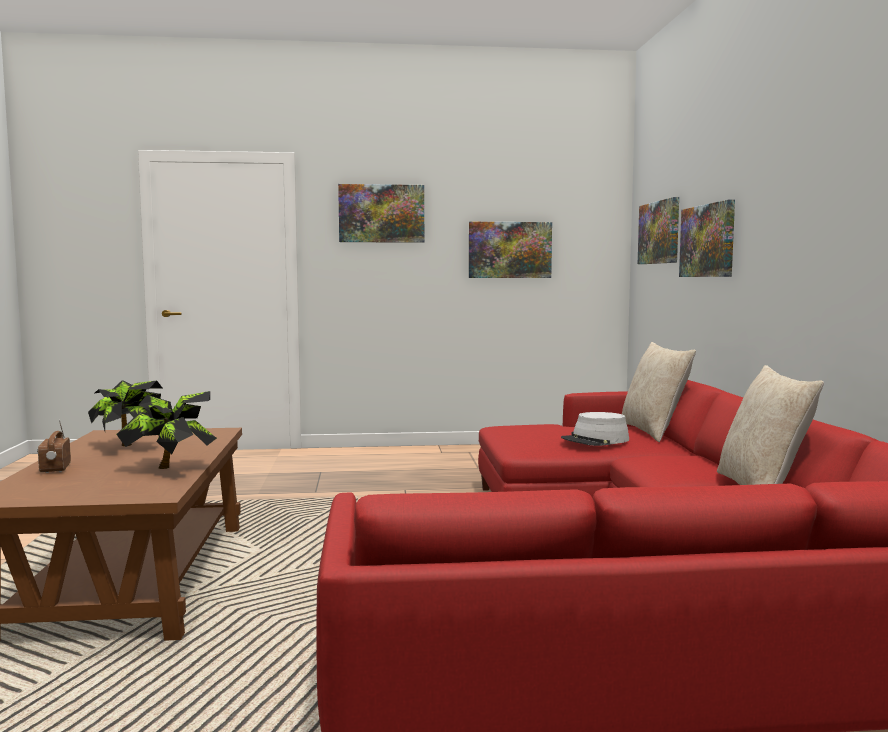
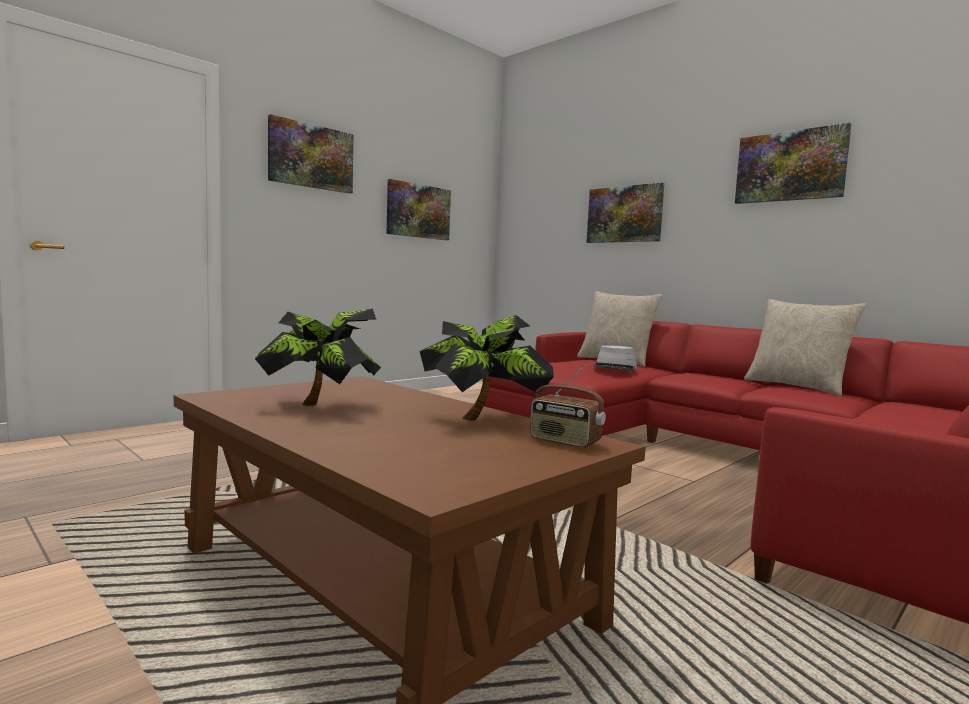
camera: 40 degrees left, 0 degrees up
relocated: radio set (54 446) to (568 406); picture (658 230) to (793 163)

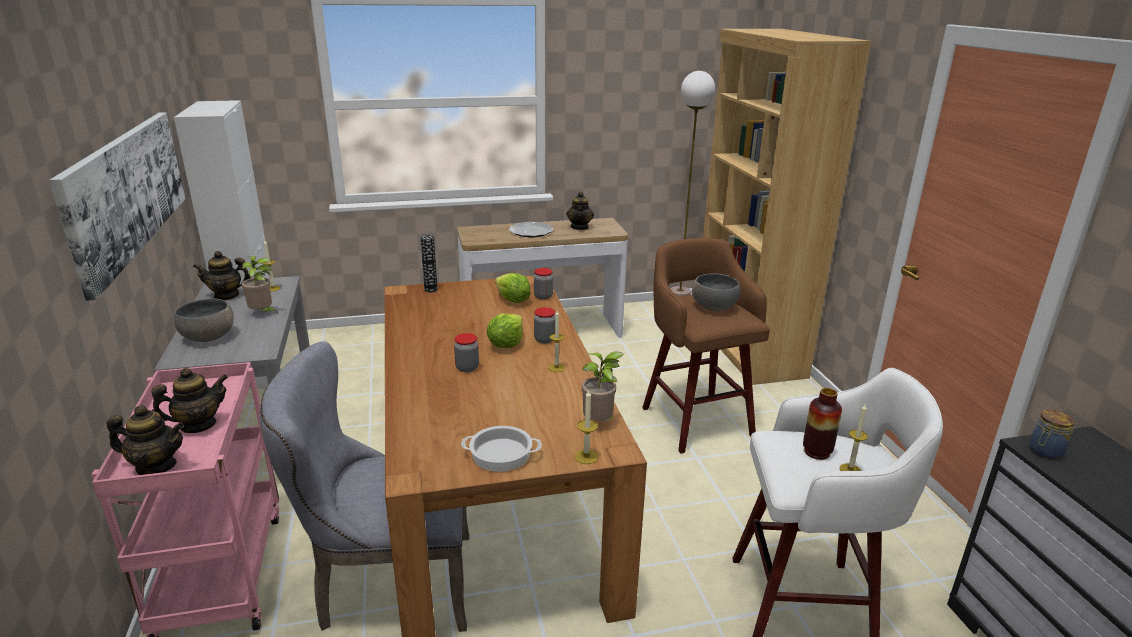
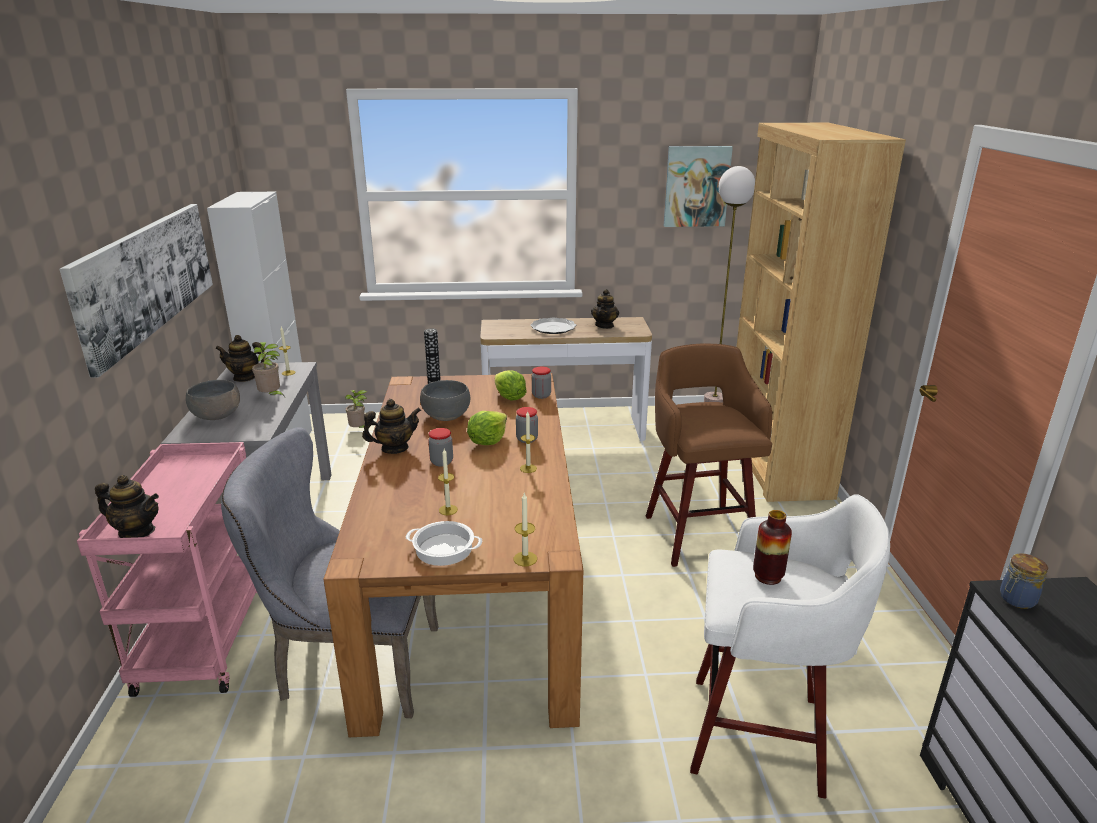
camera: 10 degrees right, 0 degrees up
appeared: picture (698 186)
relocated: teapot (190 400) to (391 426); potted plant (603 386) to (356 409); greyish serving bowl (716 292) to (445 400); candle (854 437) to (448 482)

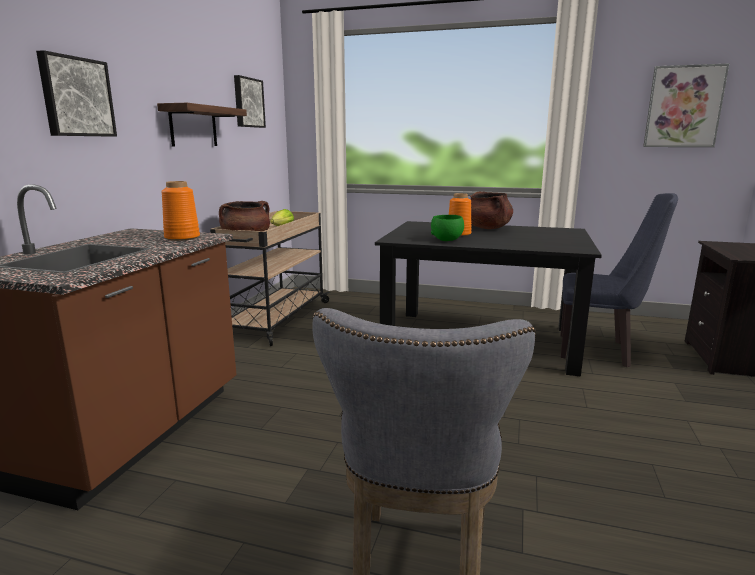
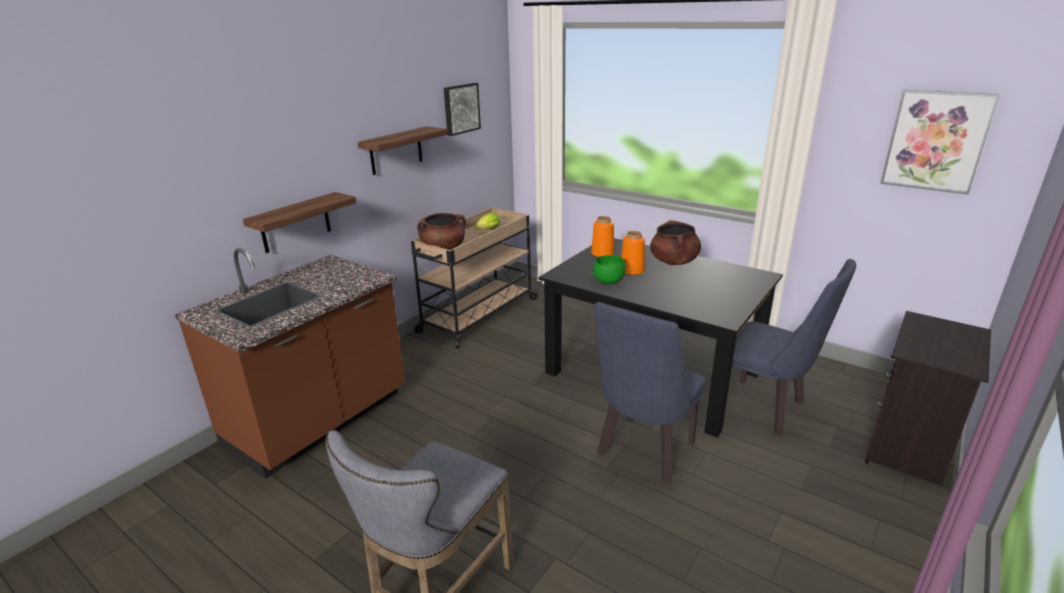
camera: 20 degrees right, 10 degrees up
missing: picture (76 93)
appeared: bracket shelf (300 222); blue-coloured chair (650 392)
relocated: orange-coloured vase (181 211) to (602 236)

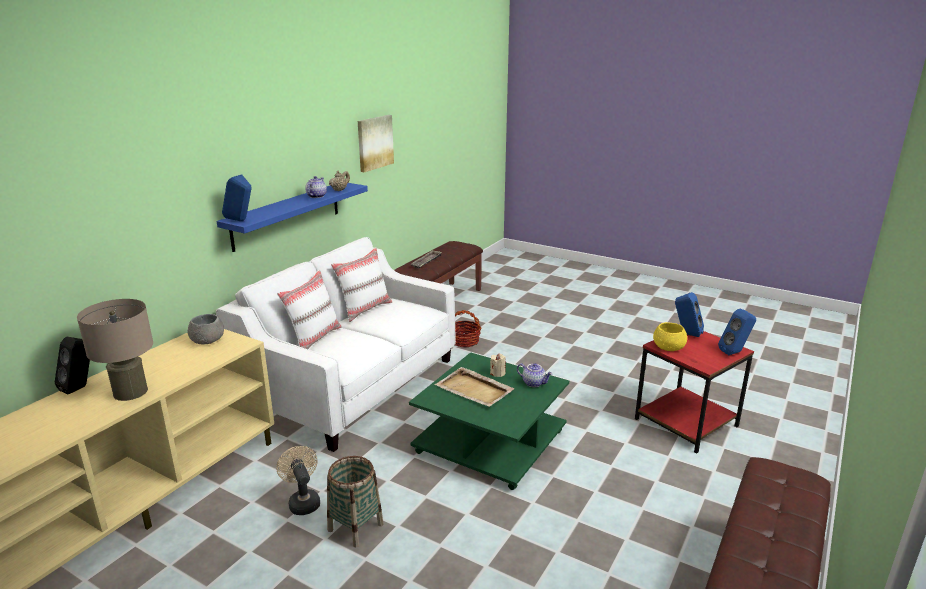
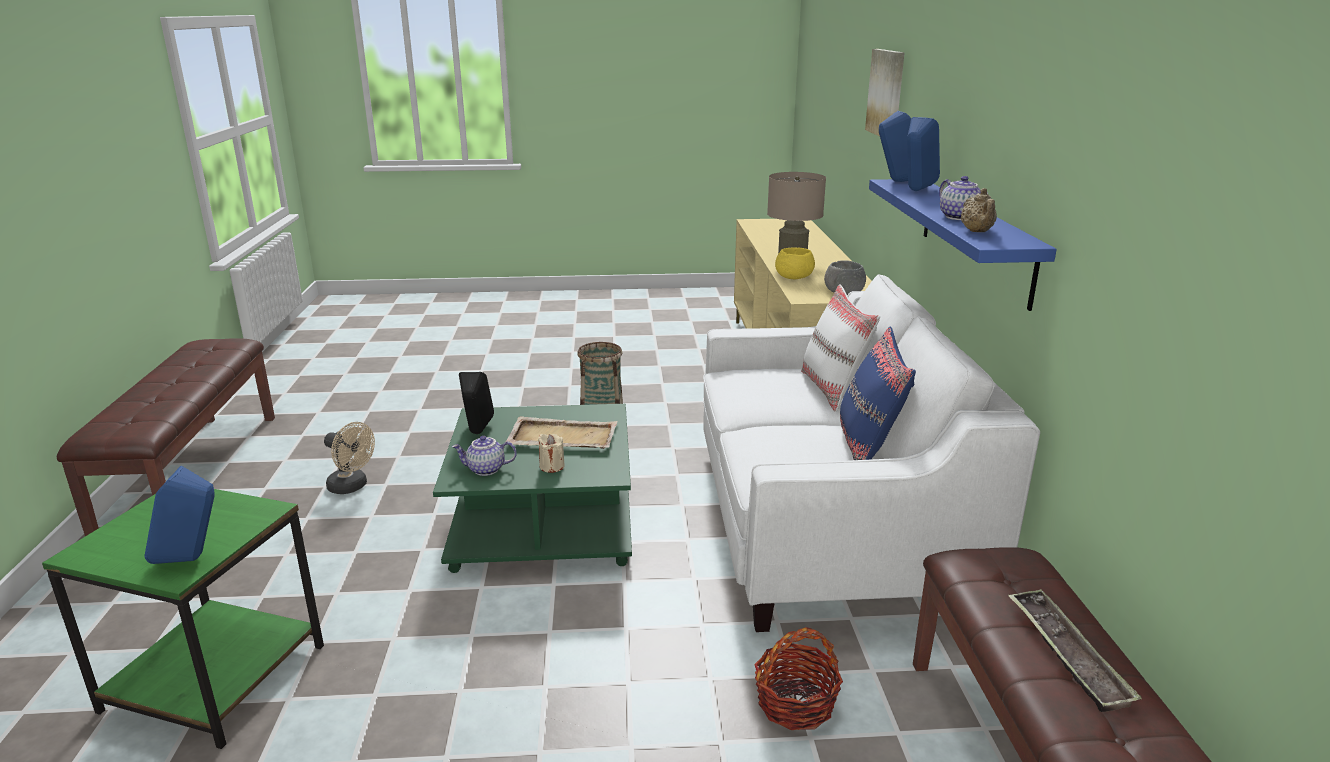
camera: 145 degrees right, 0 degrees up
relocated: blackish speaker (72 366) to (476 403); beige cooling fan (298 480) to (349 458); picture (376 143) to (884 93); yellowish serving bowl (670 336) to (795 263); blue-coloured speaker (737 332) to (923 154)
colour: white-coloured throw pillow (361 284) to blue-coloured throw pillow (878 393); red-coloured side table (694 392) to green-coloured side table (183 619)

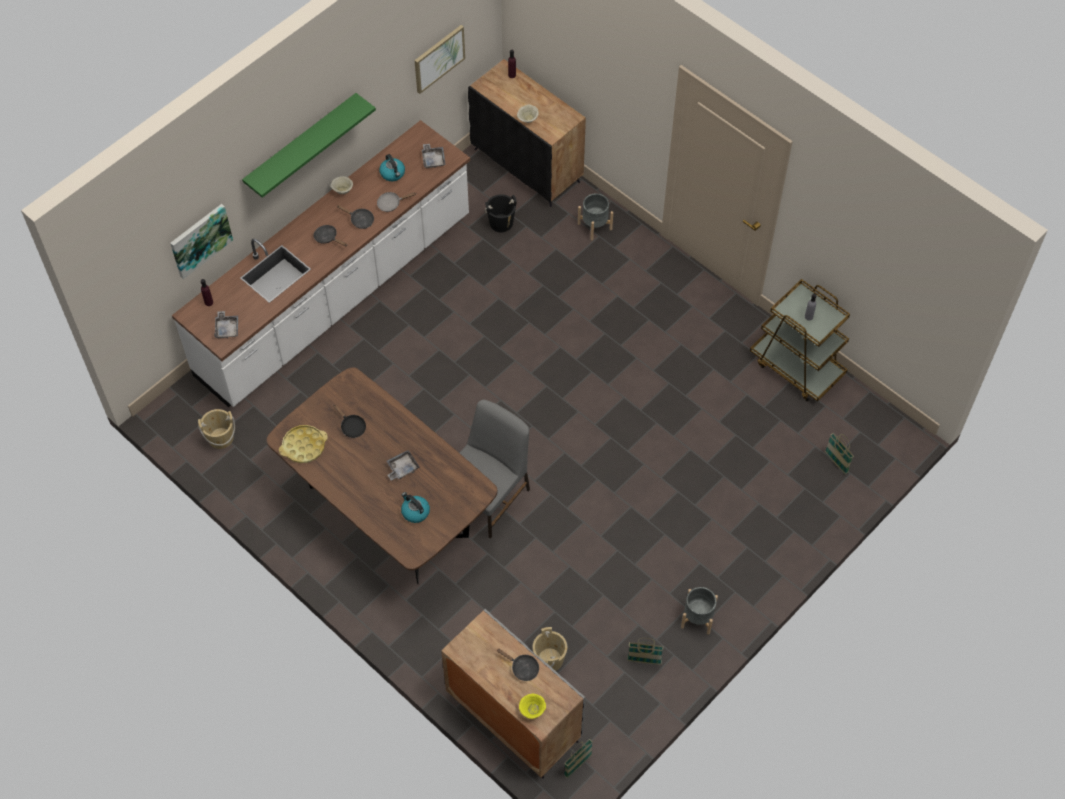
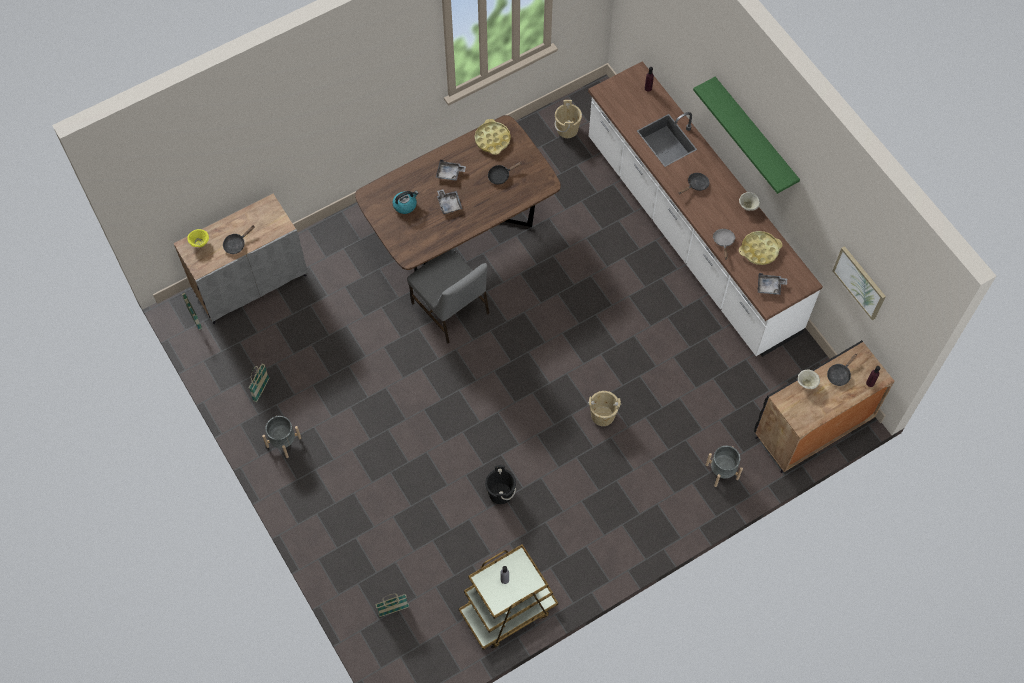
camera: 105 degrees right, 5 degrees up
missing: picture (201 241)
relocated: greyish carrying tray (226 324) to (450 170); blackish pan (355 217) to (842 369); blackish bucket (501 213) to (500 484); beige bucket (550 649) to (604 408)
exchanged: tea kettle (392 167) to yellowish carrying tray (760 248)

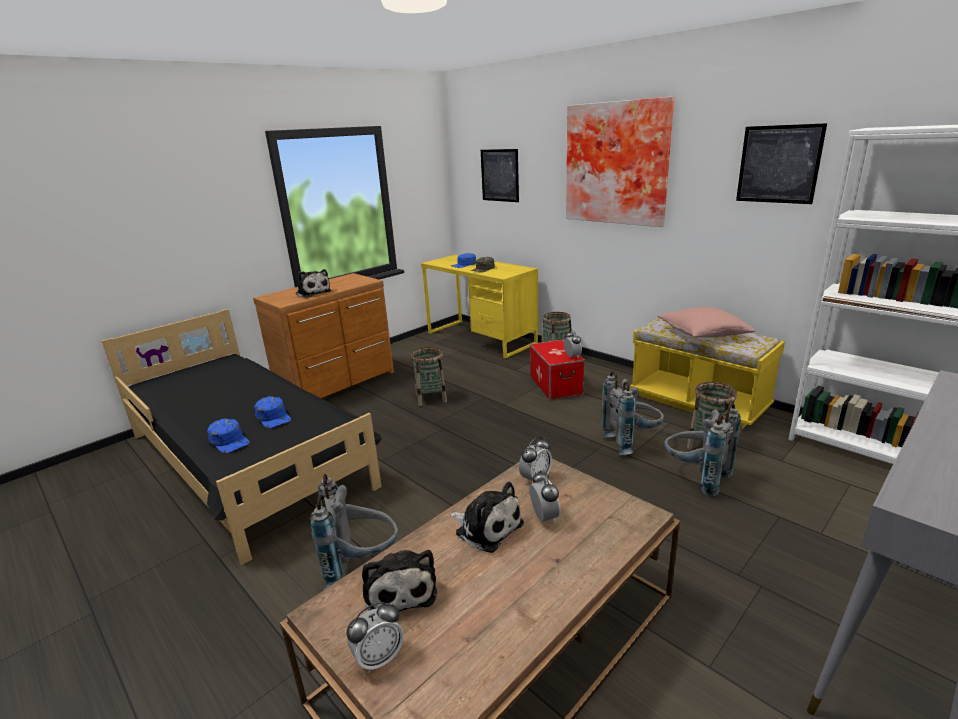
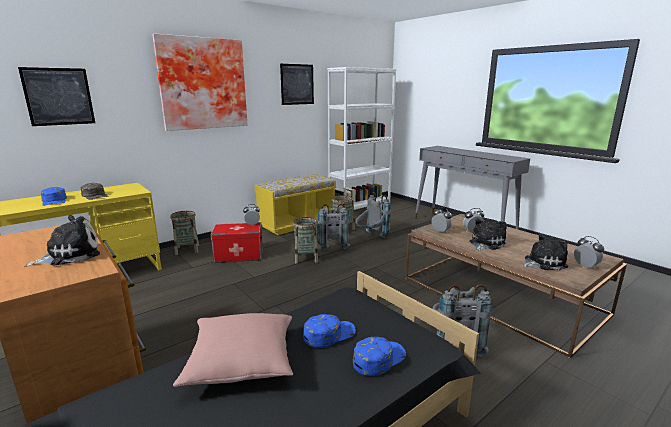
camera: 85 degrees left, 5 degrees down
relocated: household basket (429 376) to (305 240); pink throw pillow (706 322) to (233 350)

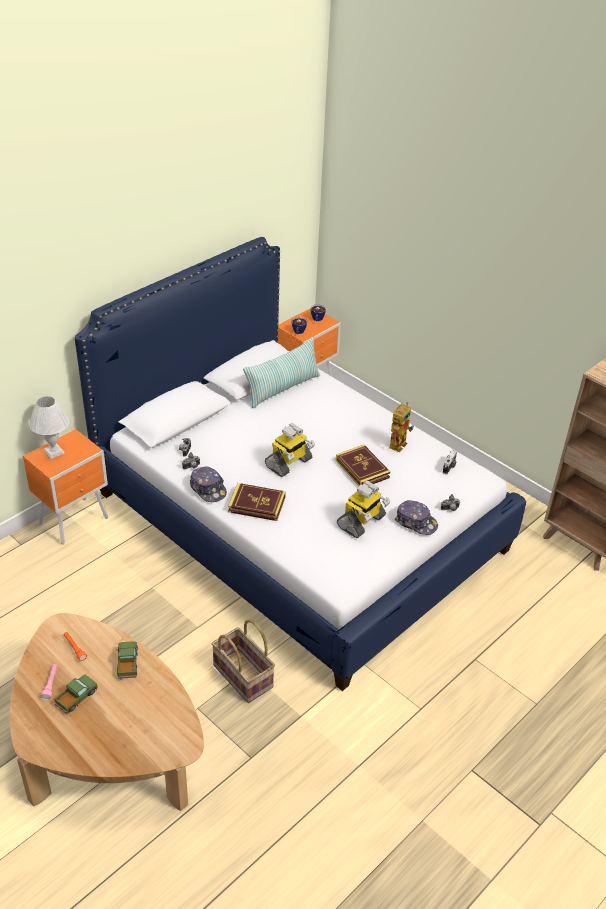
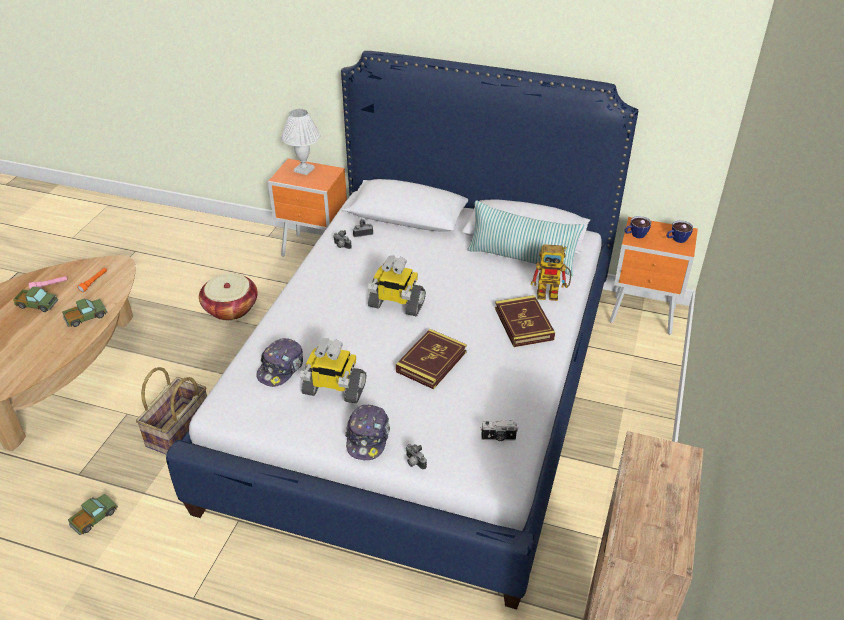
camera: 65 degrees right, 0 degrees up
appeared: model truck (93 514); household basket (228 296)
relocated: baseball cap (208 484) to (279 362); bound book (257 502) to (525 321); robot figure (402 427) to (551 272)

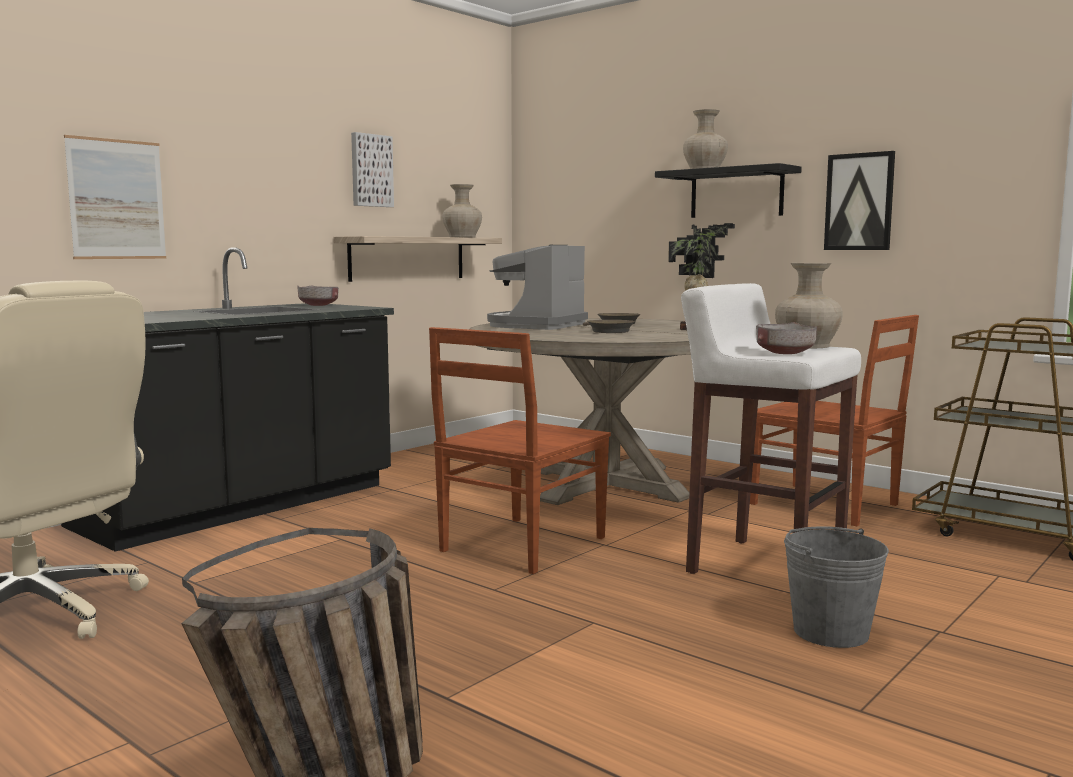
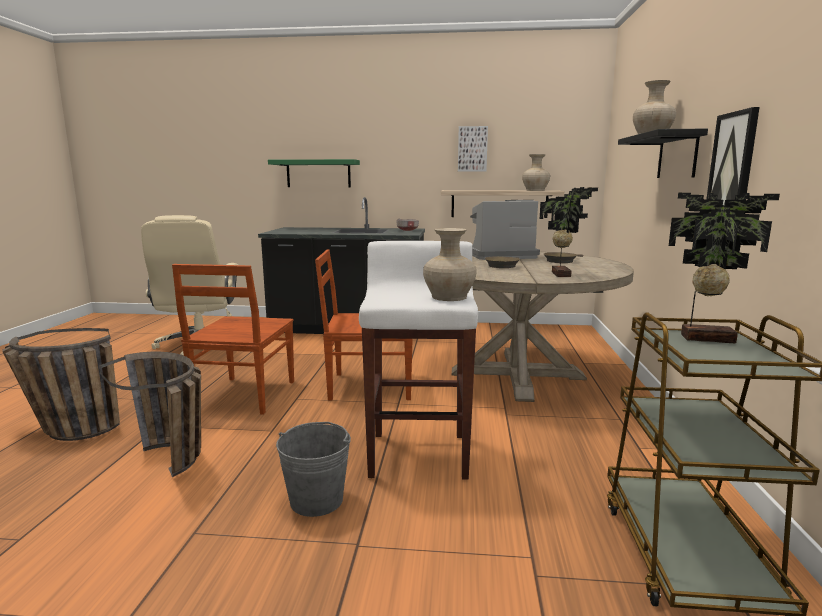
camera: 55 degrees right, 5 degrees up
missing: greyish serving bowl (786 338)
appeared: household basket (150 414); potted plant (724 267)
relocated: brownish chair (834 420) to (233 339)
exchanged: picture (115 197) to green-coloured bracket shelf (314 173)

